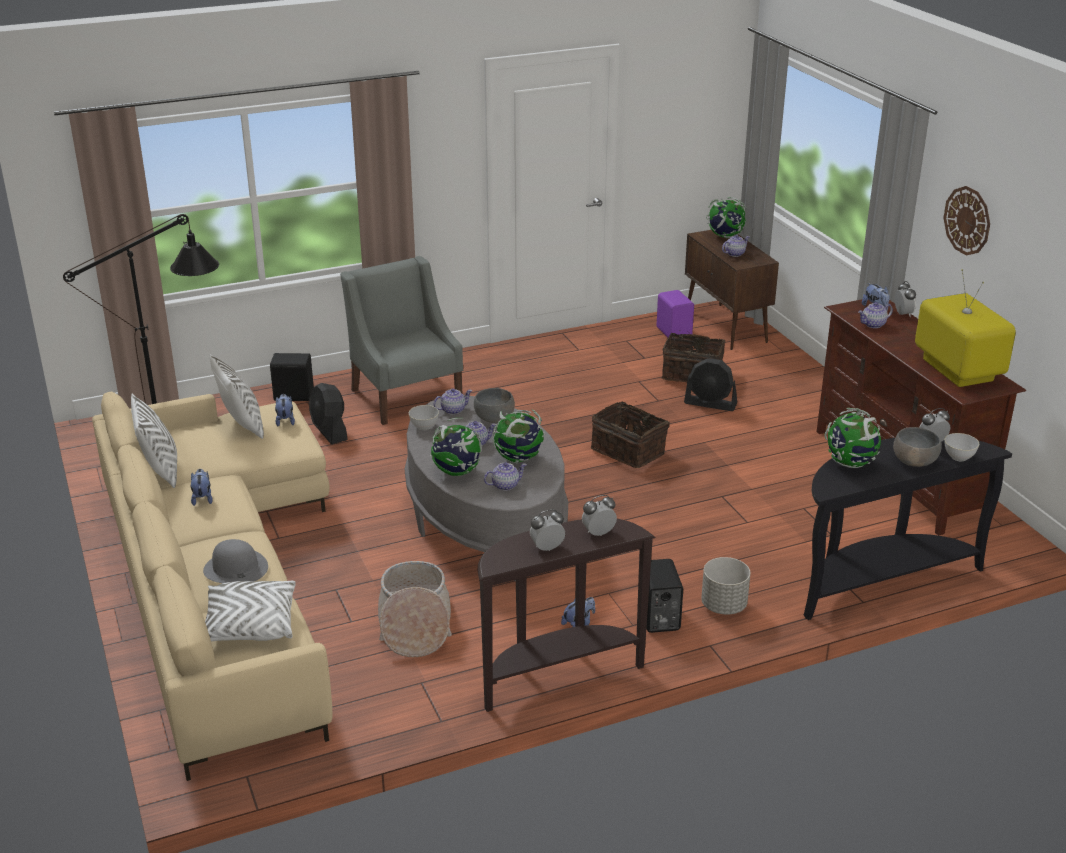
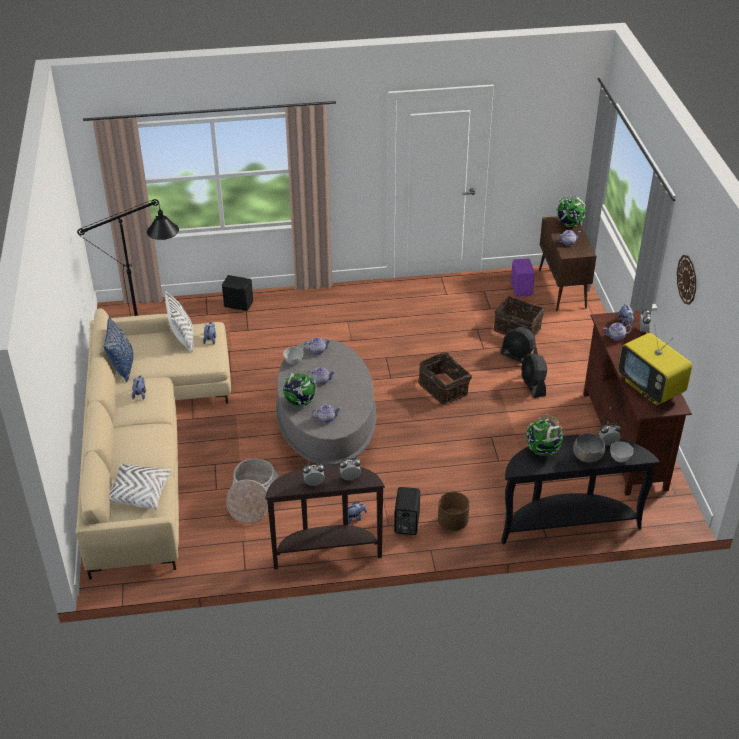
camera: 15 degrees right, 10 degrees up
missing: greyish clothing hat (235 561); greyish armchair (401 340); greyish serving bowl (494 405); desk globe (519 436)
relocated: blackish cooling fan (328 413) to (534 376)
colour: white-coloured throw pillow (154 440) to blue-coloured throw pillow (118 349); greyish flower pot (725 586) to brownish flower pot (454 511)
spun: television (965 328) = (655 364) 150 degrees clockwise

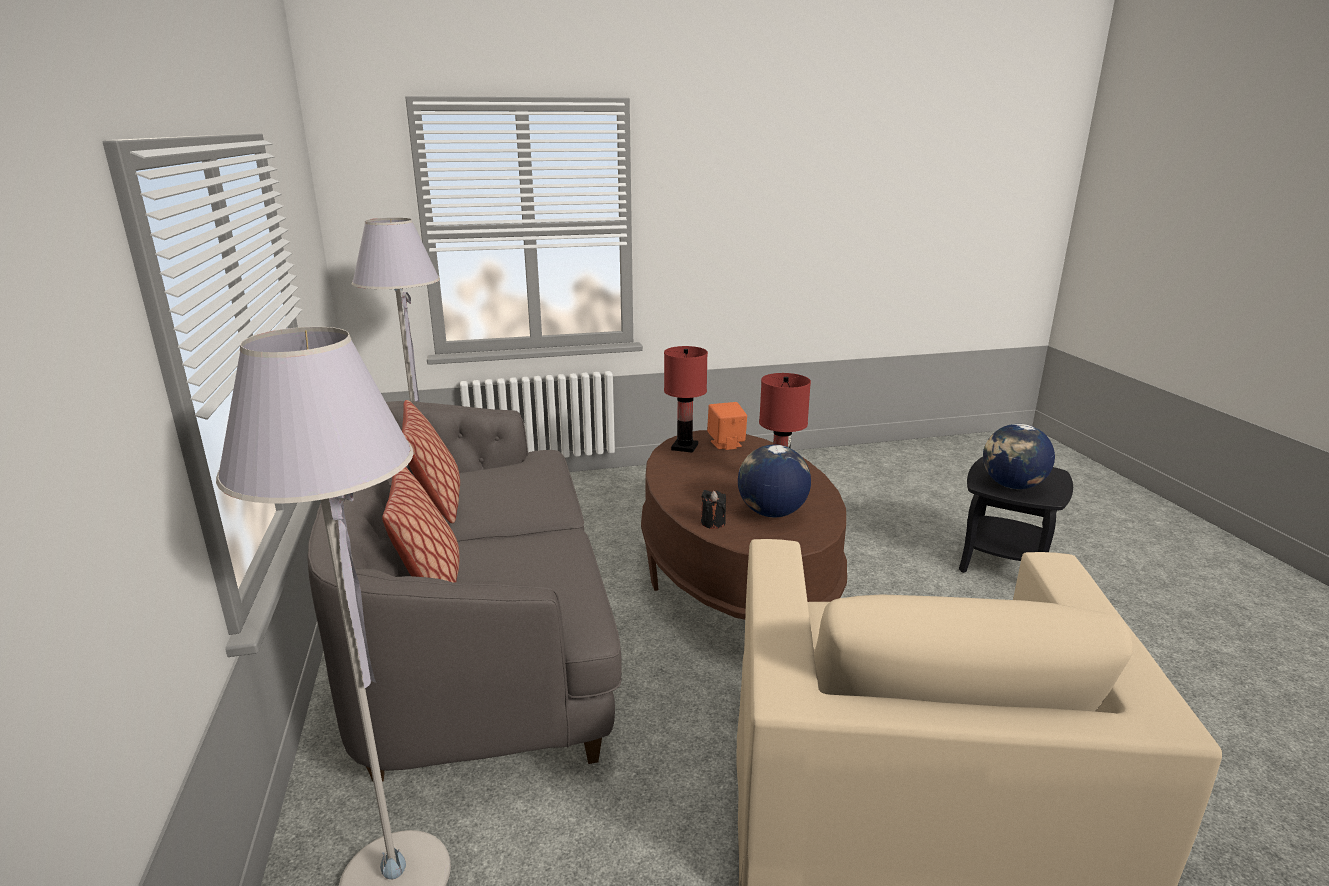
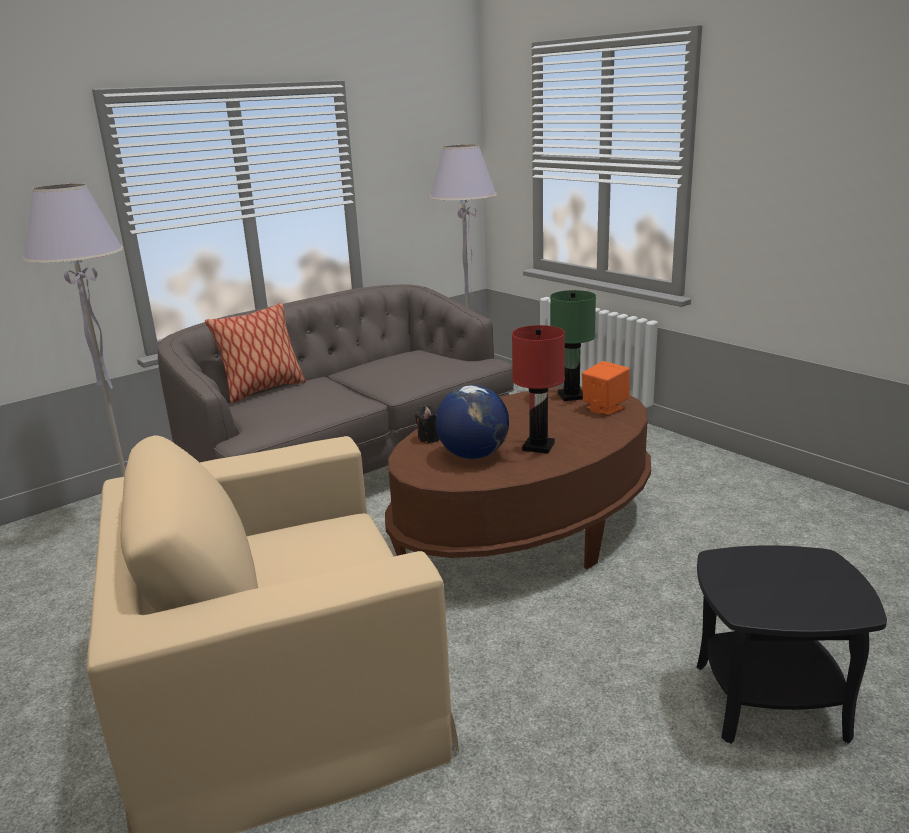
camera: 65 degrees right, 0 degrees up
missing: throw pillow (431 461); desk globe (1019 456)
colour: red-coloured lamp for a table (686 399) to green-coloured lamp for a table (573 345)

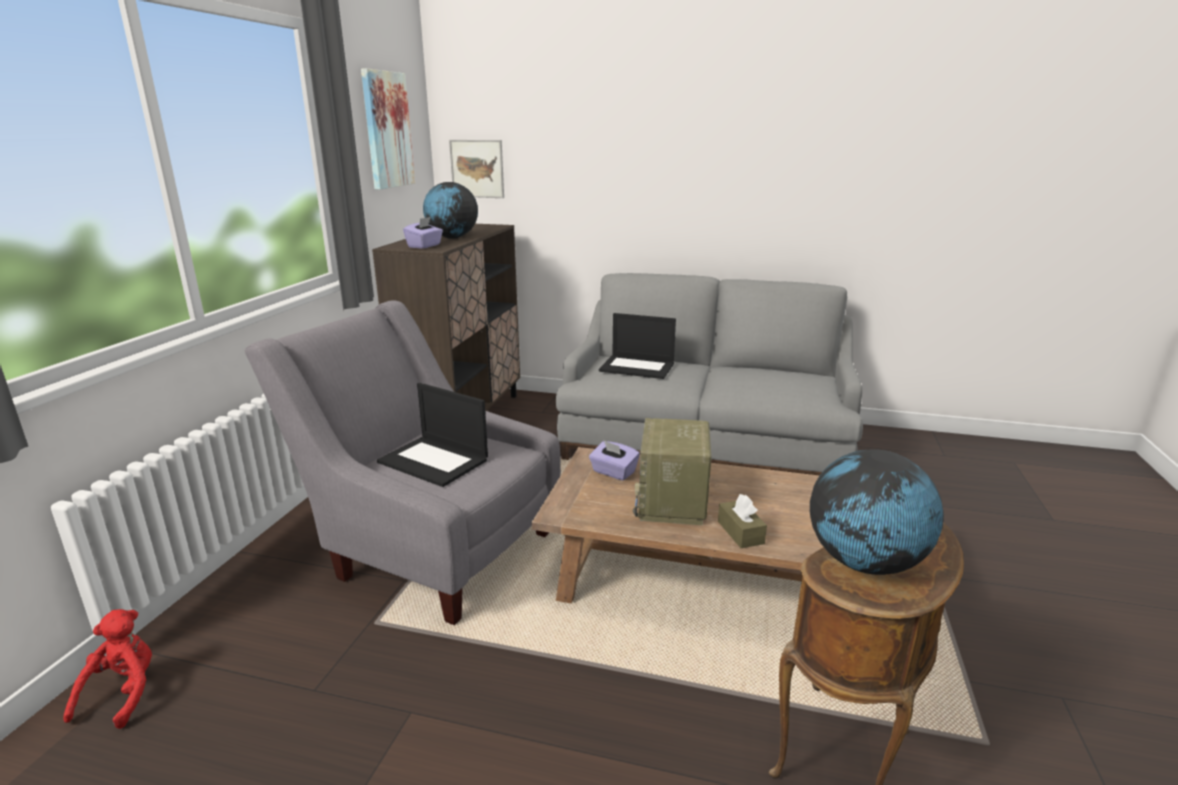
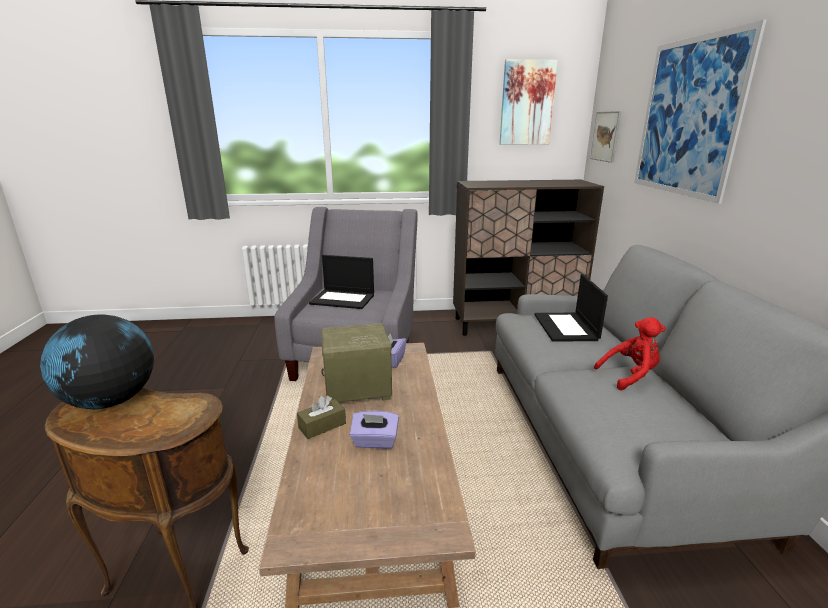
camera: 70 degrees right, 0 degrees up
missing: desk globe (450 210)
appeared: picture (700 112)
relocated: red-coloured cuddly toy (107 669) to (630 353); purple box of tissues (423 233) to (374 430)
spun: portable computer (432 435) = (341 282) 90 degrees counterclockwise

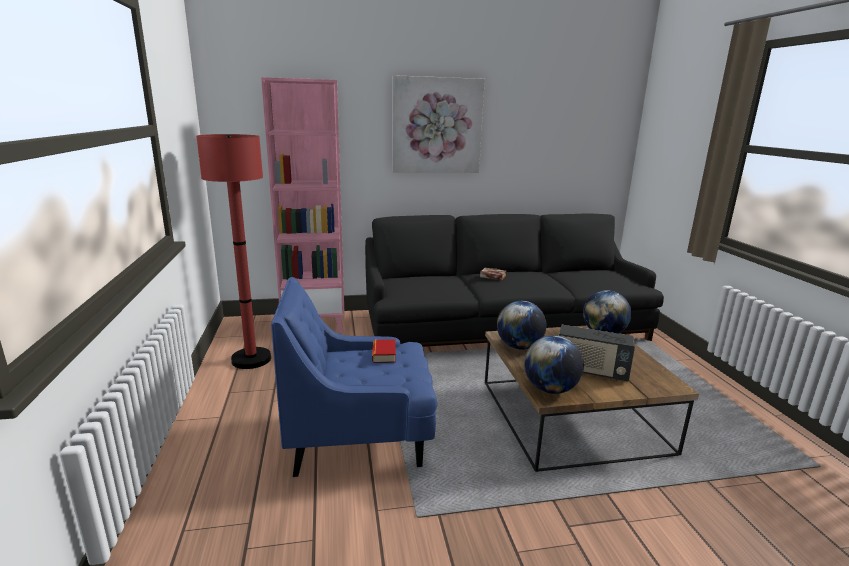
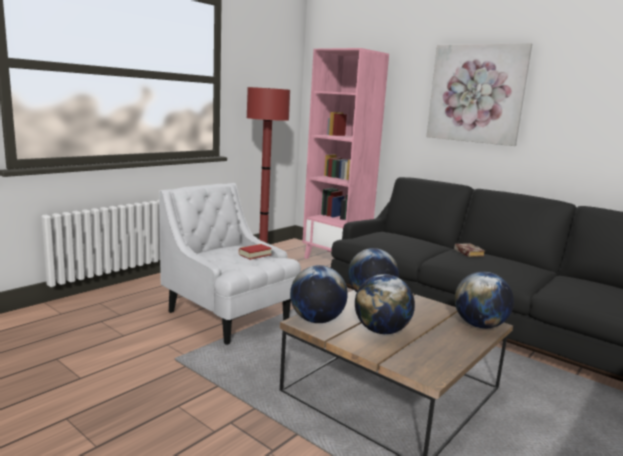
camera: 50 degrees right, 5 degrees down
exchanged: radio set (596 353) to desk globe (385 304)
colour: blue-coloured armchair (354 377) to white-coloured armchair (230 264)

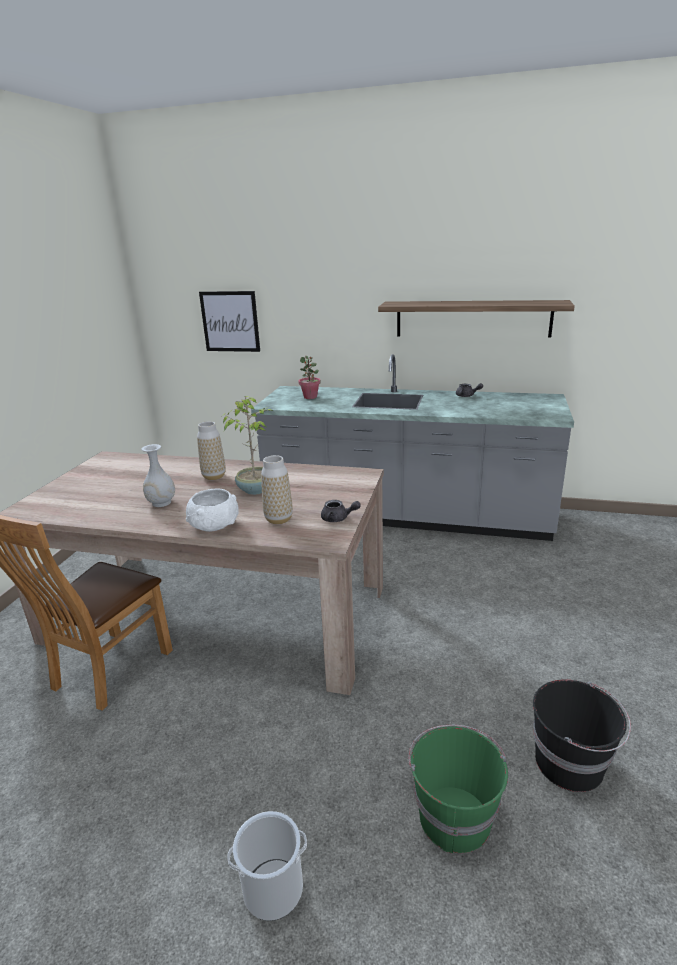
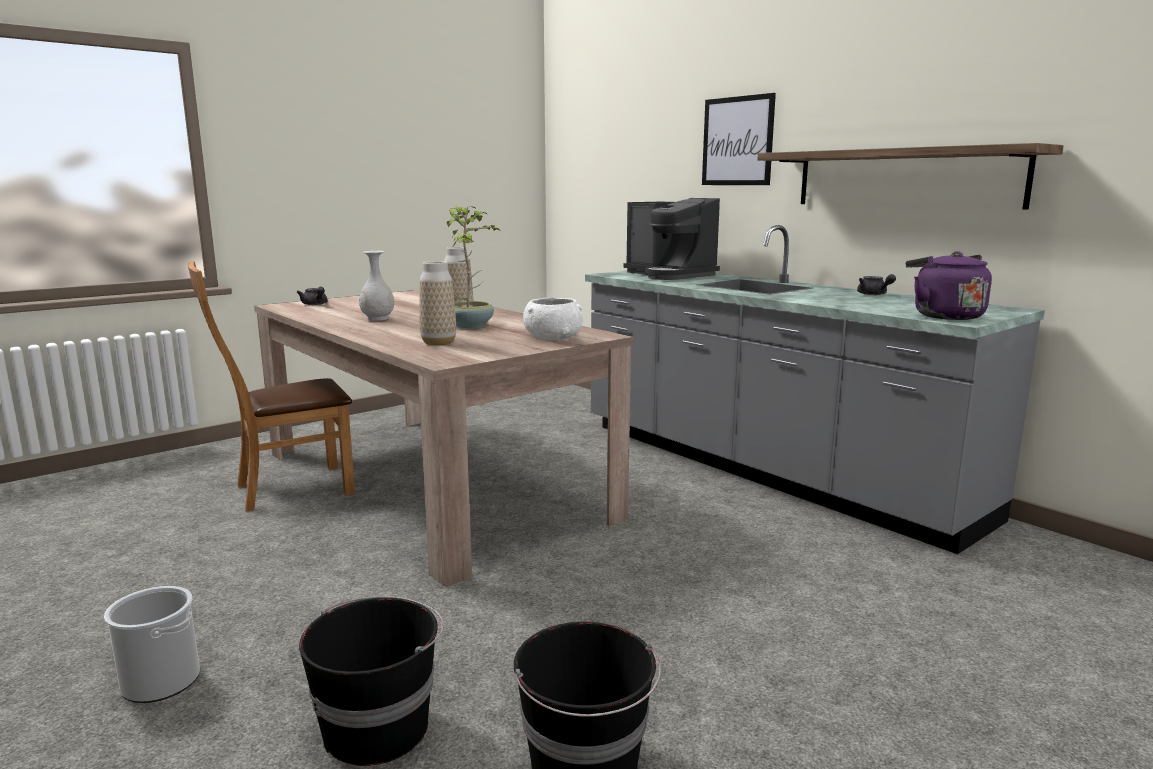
camera: 35 degrees right, 10 degrees down
appeared: purple tea kettle (949 285)
relocated: white-coloured serving bowl (212 510) to (553 318); picture (229 321) to (739 139); greyish teapot (341 511) to (312 296)
exchanged: potted plant (309 377) to coffee machine (671 239)
colour: green-coloured bucket (458 789) to blackish bucket (371 681)

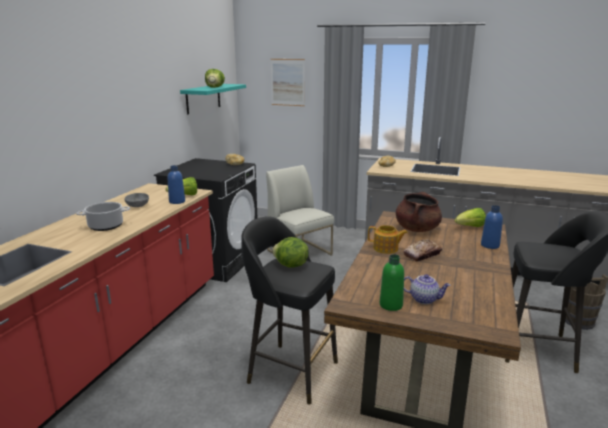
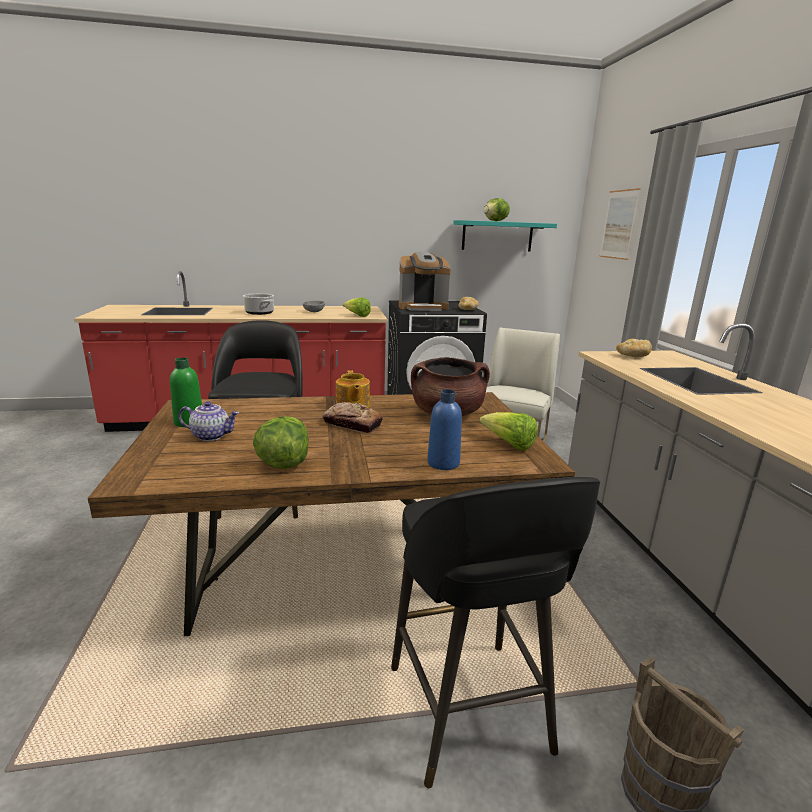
camera: 60 degrees right, 0 degrees up
missing: blue-coloured bottle (176 184)
appeared: coffee machine (425 281)
relocated: head of lettuce (290 252) to (280 442)
spun: teapot (427 289) = (208 421) 75 degrees counterclockwise

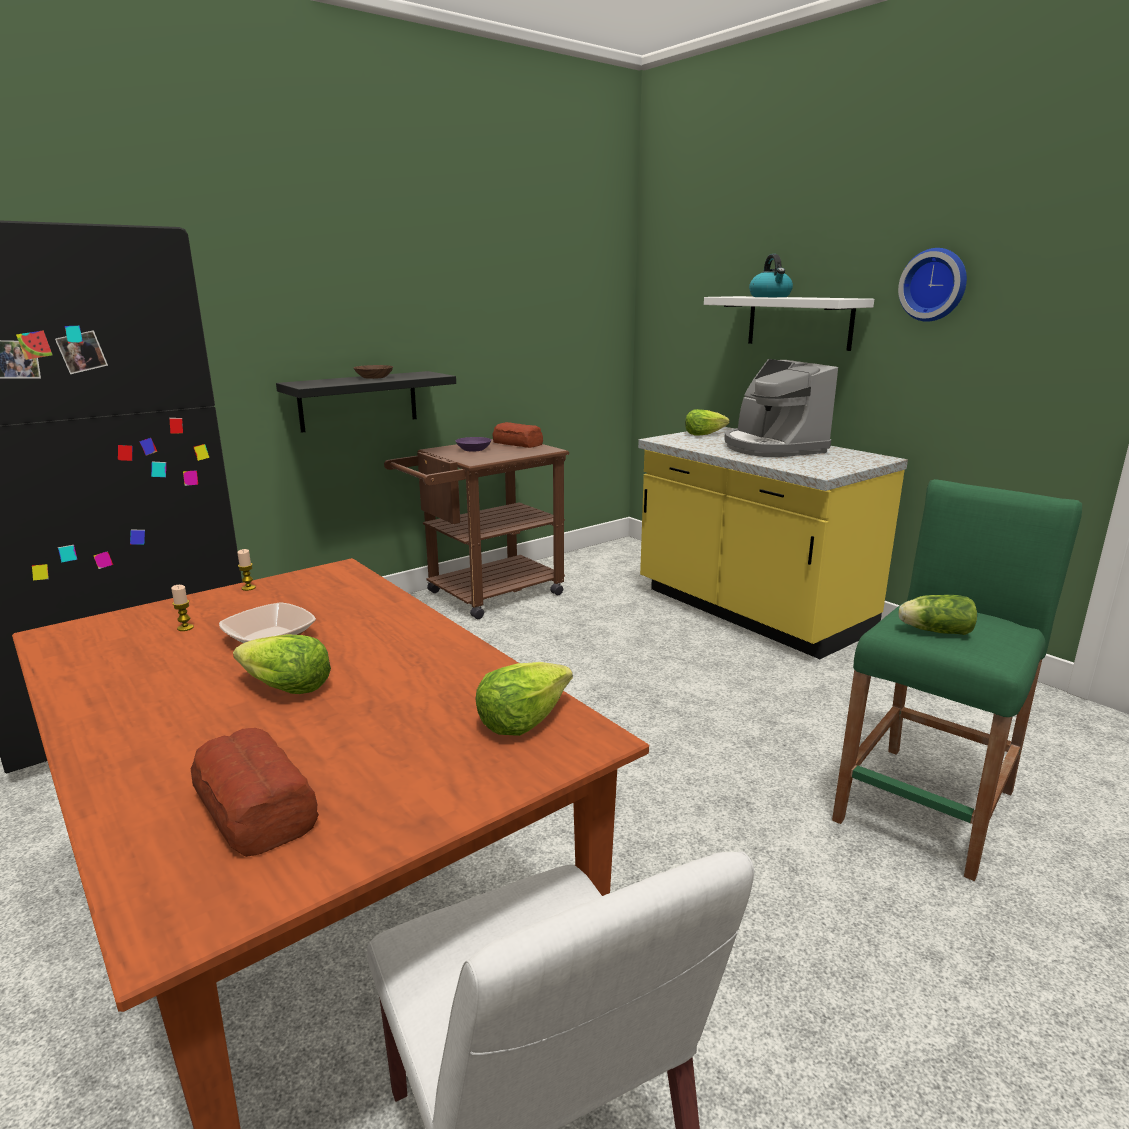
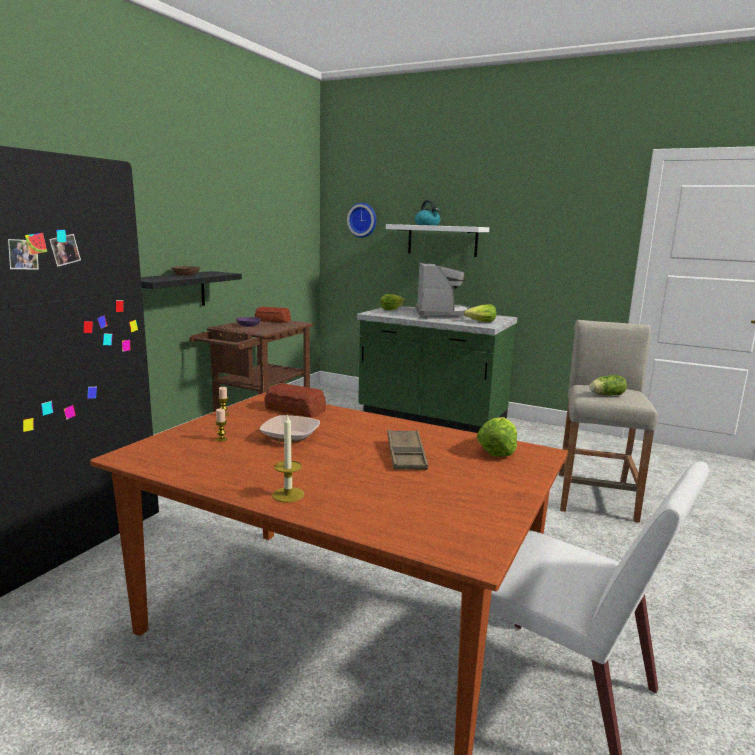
camera: 25 degrees left, 5 degrees down
appeared: candle (288 457); brownish carrying tray (407 450)
relocated: bakery bread (255 792) to (295 400); head of lettuce (282 664) to (480 313); wall clock (932 285) to (362 220)
colour: yellowish kitchen counter (773 543) to green-coloured kitchen counter (437 369); green-coloured stool (957 680) to beige stool (608 421)
spun: coffee machine (781 408) = (442 290) 135 degrees counterclockwise

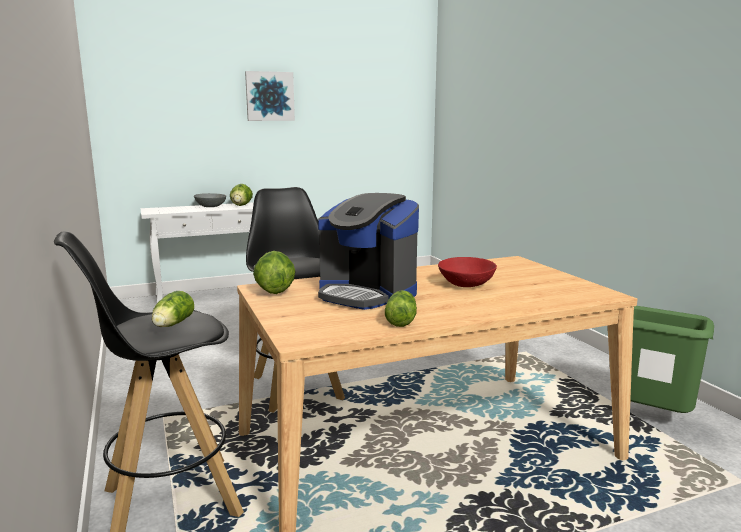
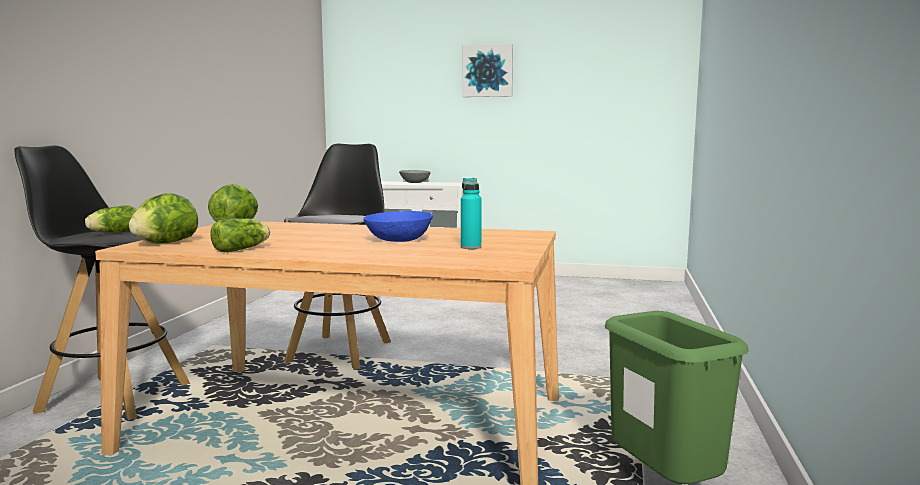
camera: 35 degrees right, 5 degrees down
missing: coffee machine (368 251)
appeared: turquoise-coloured bottle (471 213)
relocated: head of lettuce (241 195) to (163 218)
colour: red-coloured serving bowl (467 272) to blue-coloured serving bowl (398 226)

